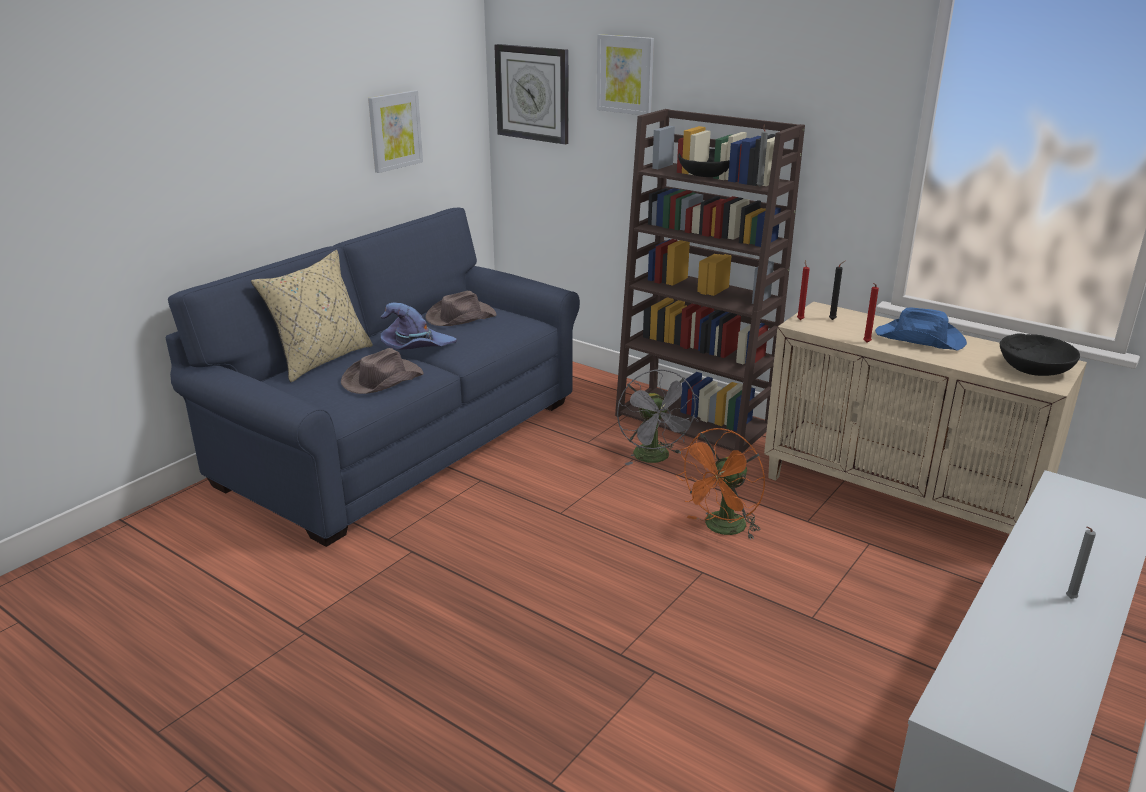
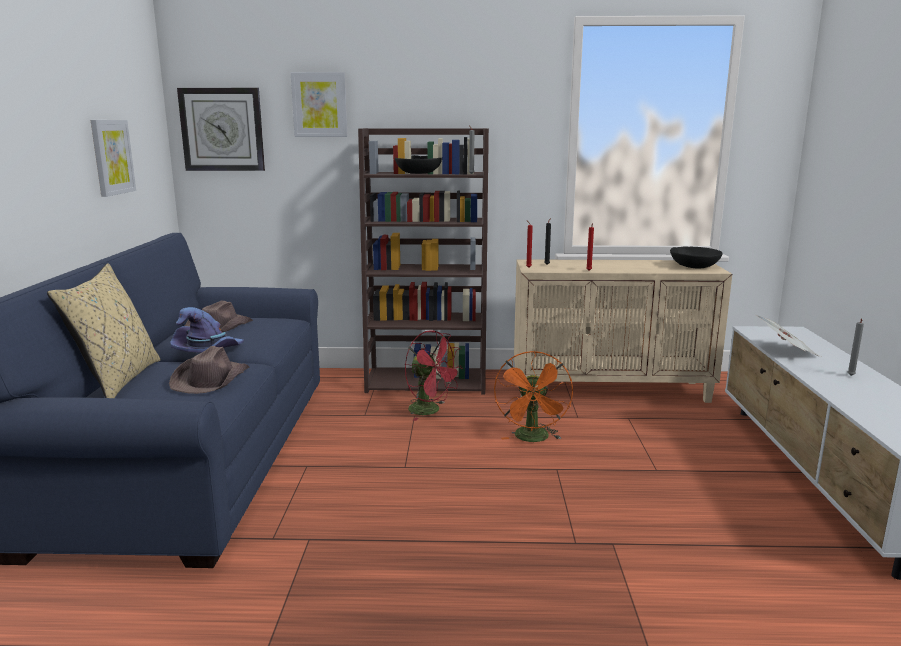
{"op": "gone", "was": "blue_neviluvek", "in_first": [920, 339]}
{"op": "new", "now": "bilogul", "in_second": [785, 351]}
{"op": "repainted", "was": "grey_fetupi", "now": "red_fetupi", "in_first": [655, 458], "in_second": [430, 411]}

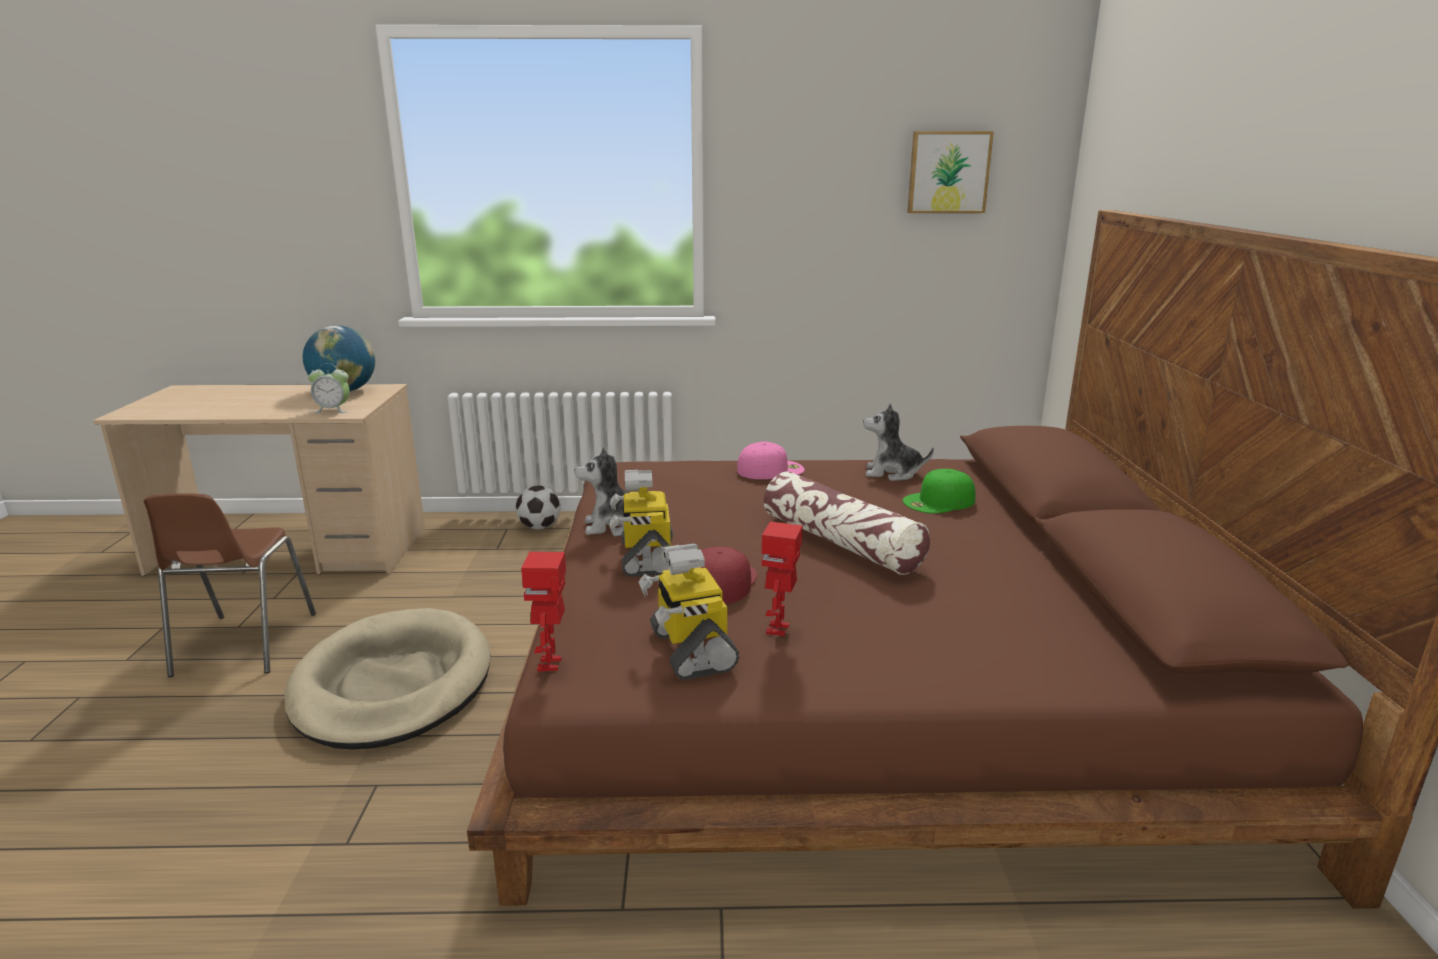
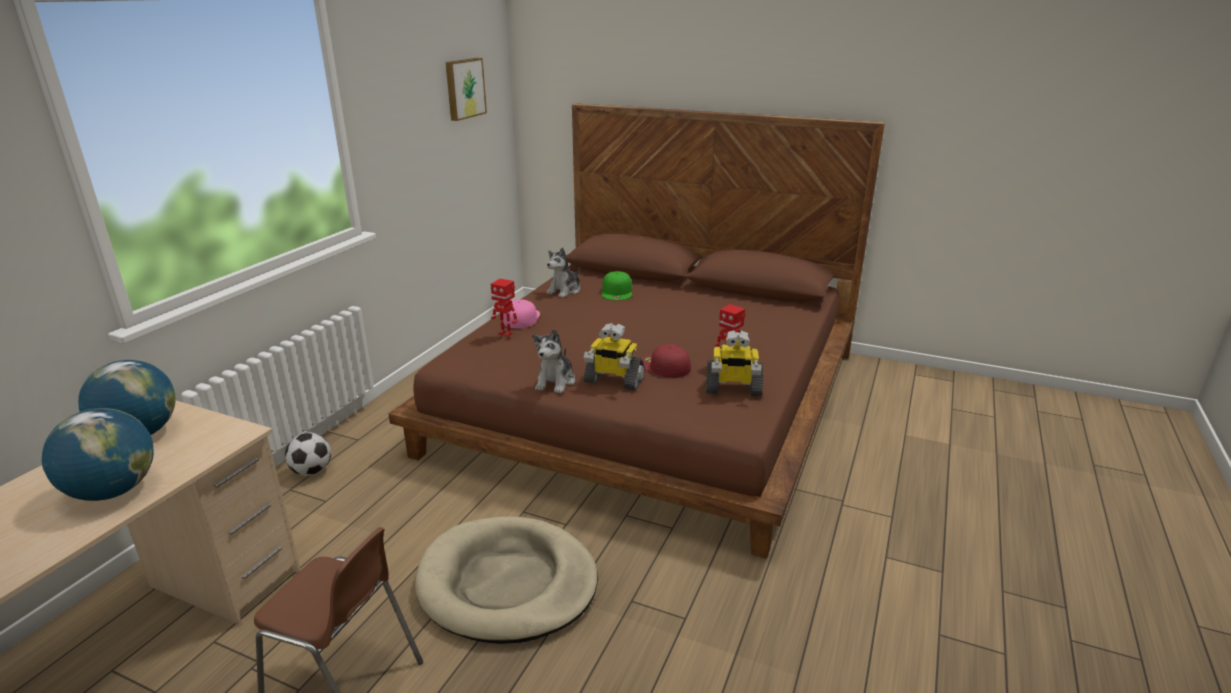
{"op": "gone", "was": "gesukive", "in_first": [333, 410]}
{"op": "gone", "was": "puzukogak", "in_first": [841, 542]}
{"op": "new", "now": "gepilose", "in_second": [113, 491]}
{"op": "shifted", "was": "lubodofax", "in_first": [551, 664], "in_second": [505, 333]}

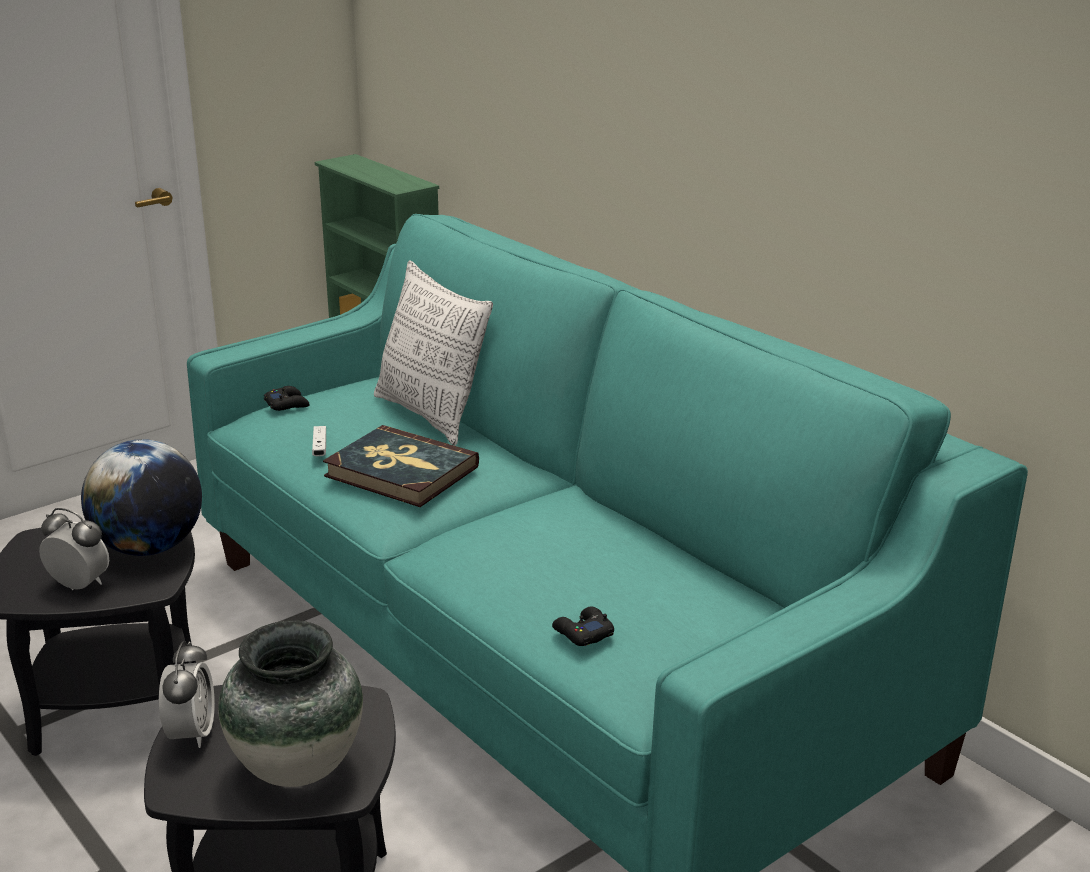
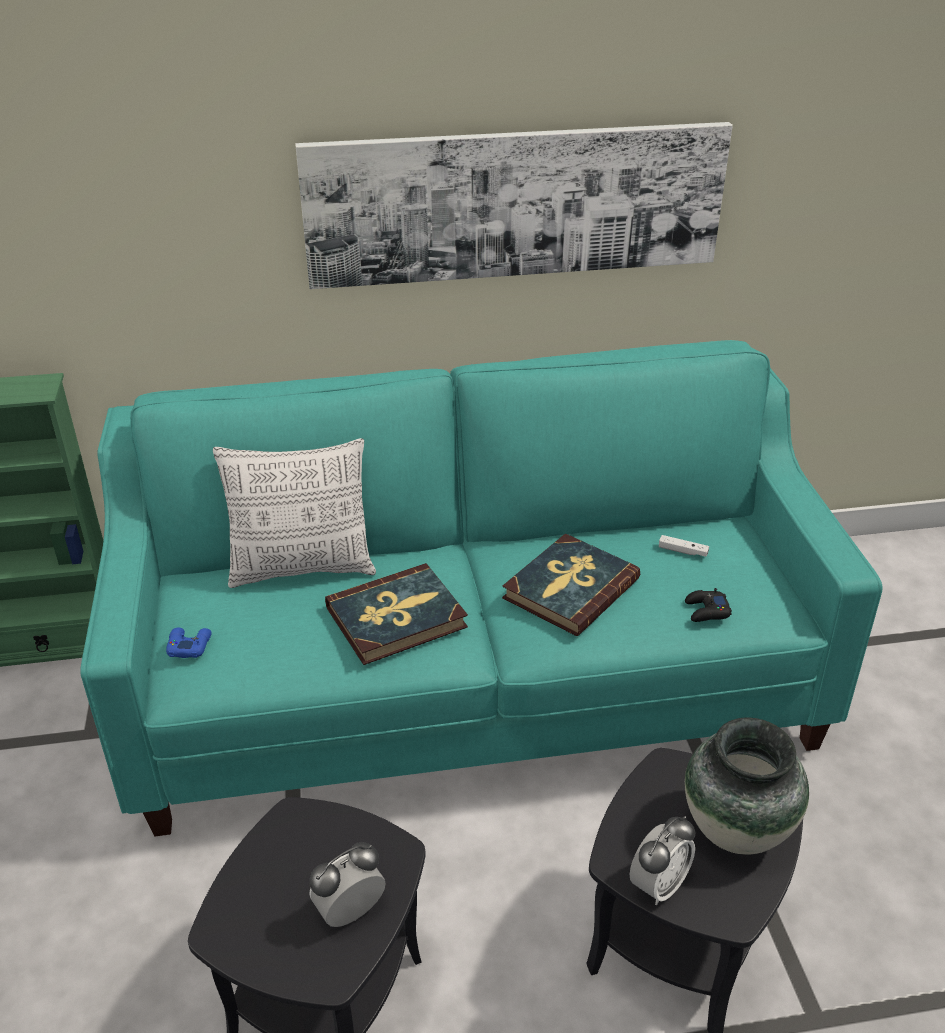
{"op": "gone", "was": "gepilose", "in_first": [149, 547]}
{"op": "new", "now": "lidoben", "in_second": [516, 204]}
{"op": "new", "now": "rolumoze", "in_second": [570, 588]}
{"op": "shifted", "was": "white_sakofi", "in_first": [319, 447], "in_second": [682, 551]}
{"op": "repainted", "was": "black_sakofi", "now": "blue_sakofi", "in_first": [287, 404], "in_second": [189, 646]}
{"op": "rotated", "was": "gesukive", "in_first": [191, 734], "in_second": [658, 885], "clockwise": 105}

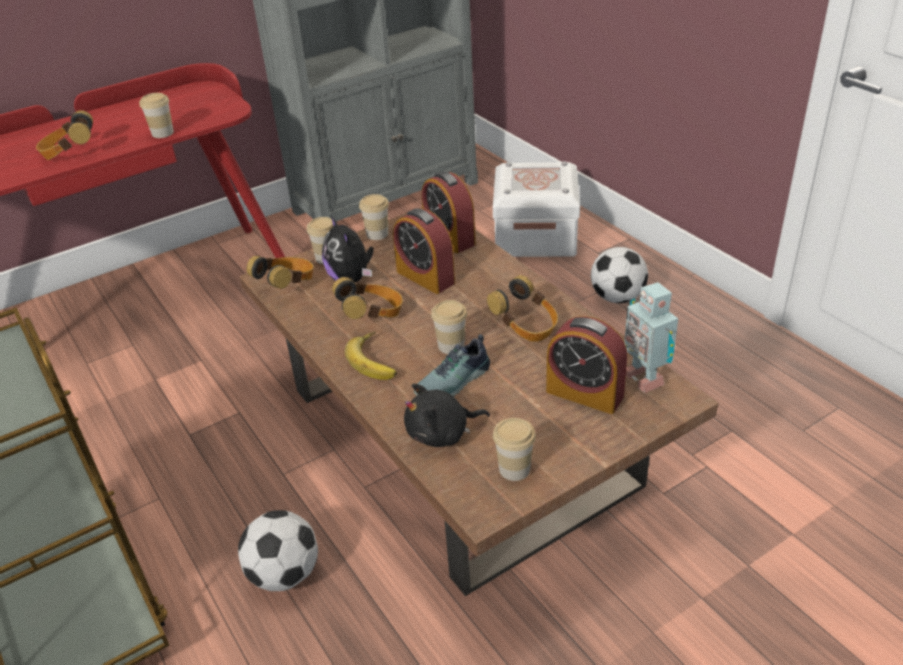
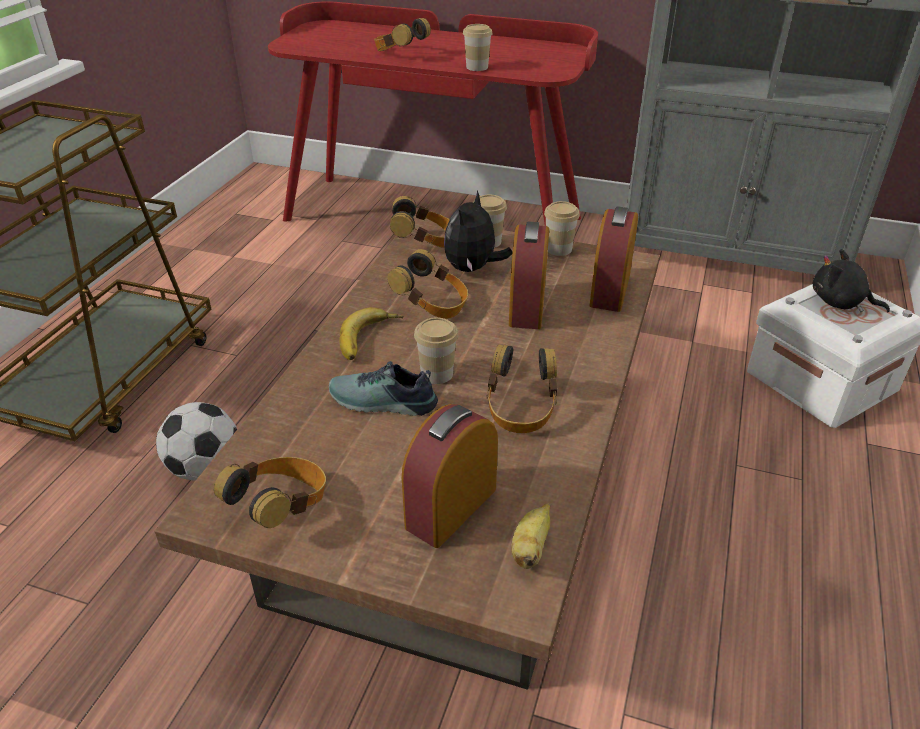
{"op": "gone", "was": "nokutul", "in_first": [617, 298]}
{"op": "shifted", "was": "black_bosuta", "in_first": [442, 434], "in_second": [840, 303]}
{"op": "swapped", "was": "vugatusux", "now": "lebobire", "in_first": [514, 469], "in_second": [282, 508]}
{"op": "swapped", "was": "lubodofax", "now": "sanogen", "in_first": [645, 377], "in_second": [530, 548]}
{"op": "rotated", "was": "gesukive", "in_first": [584, 393], "in_second": [451, 508], "clockwise": 45}

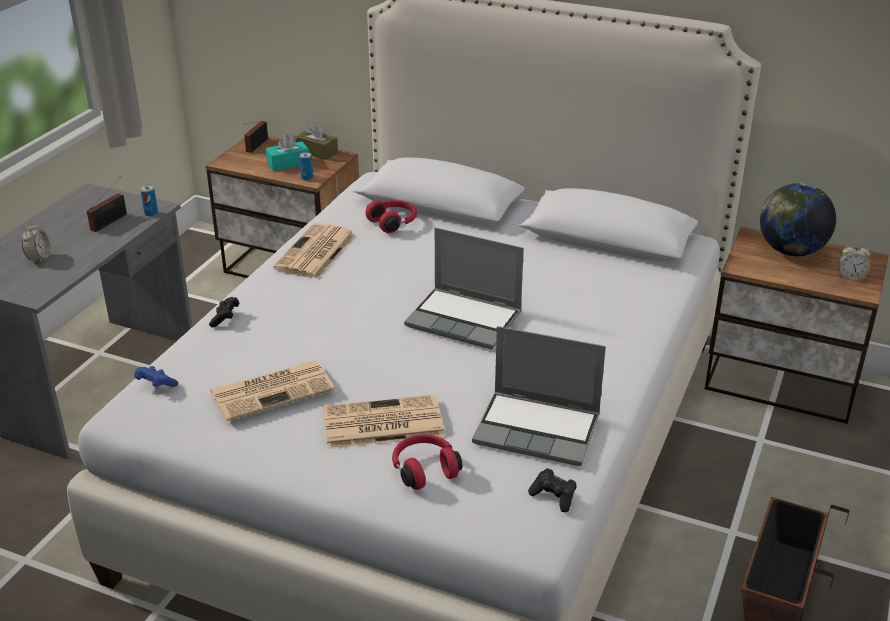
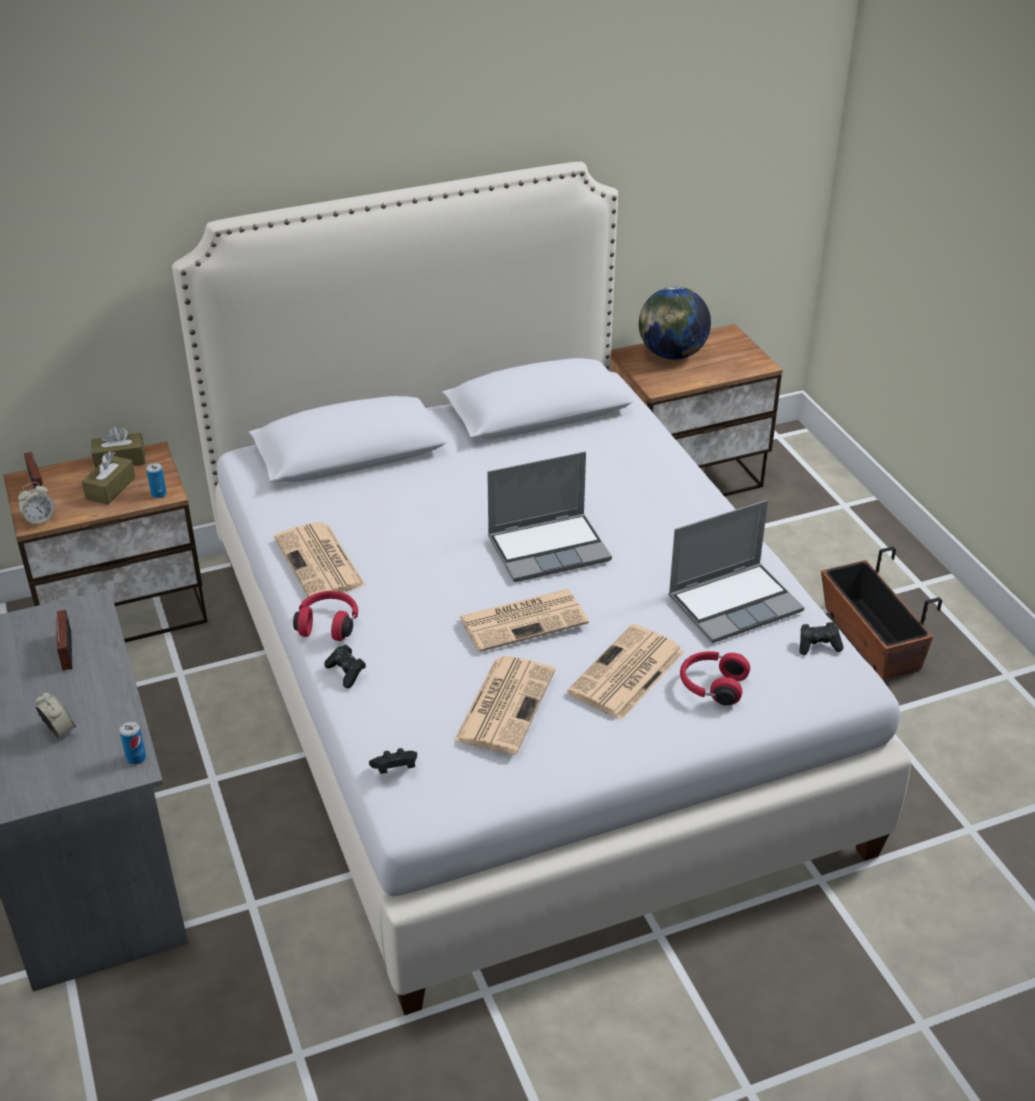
{"op": "new", "now": "bilogul", "in_second": [524, 620]}
{"op": "shifted", "was": "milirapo", "in_first": [151, 213], "in_second": [136, 758]}
{"op": "shifted", "was": "red_lebobire", "in_first": [393, 223], "in_second": [328, 624]}
{"op": "shifted", "was": "gesukive", "in_first": [850, 277], "in_second": [39, 520]}
{"op": "repainted", "was": "blue_sakofi", "now": "black_sakofi", "in_first": [155, 385], "in_second": [395, 769]}
{"op": "repainted", "was": "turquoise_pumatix", "now": "brown_pumatix", "in_first": [288, 163], "in_second": [110, 488]}

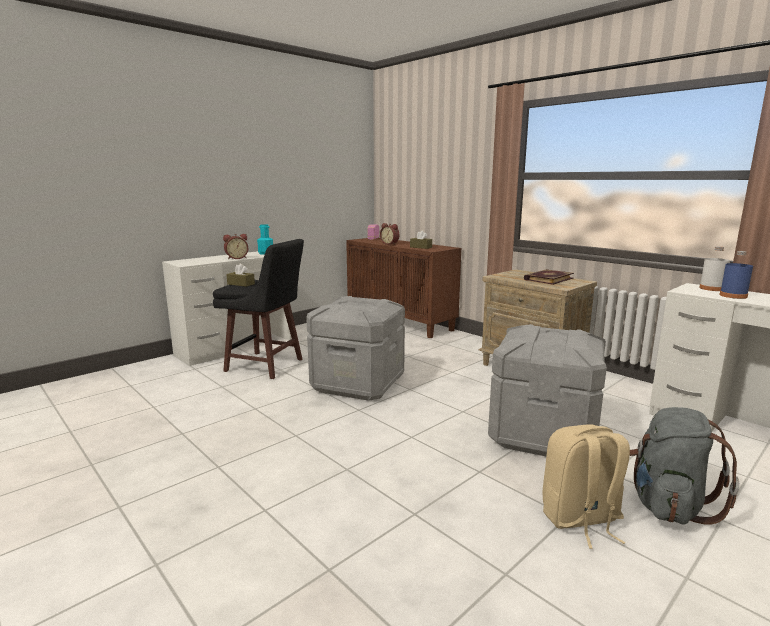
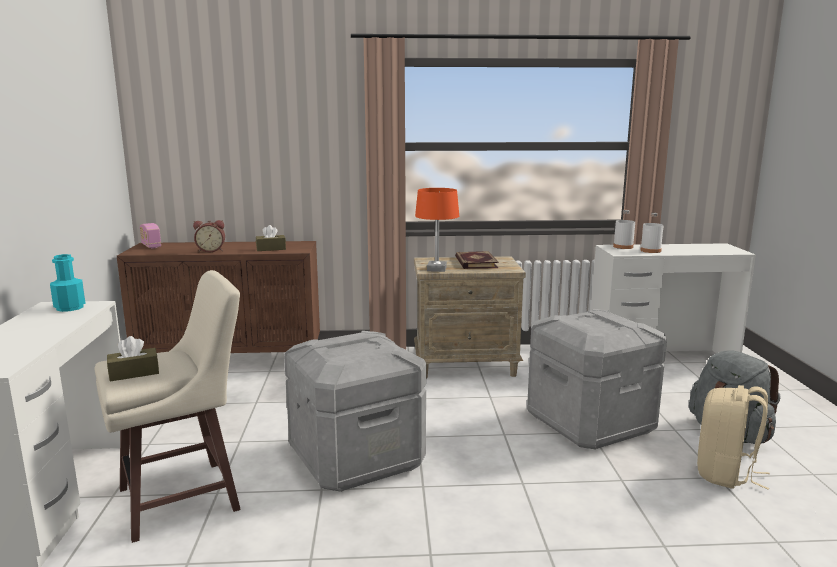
{"op": "gone", "was": "gesukive", "in_first": [236, 258]}
{"op": "new", "now": "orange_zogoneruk", "in_second": [436, 269]}
{"op": "repainted", "was": "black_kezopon", "now": "beige_kezopon", "in_first": [266, 366], "in_second": [183, 499]}
{"op": "repainted", "was": "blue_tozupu", "now": "white_tozupu", "in_first": [733, 296], "in_second": [650, 250]}

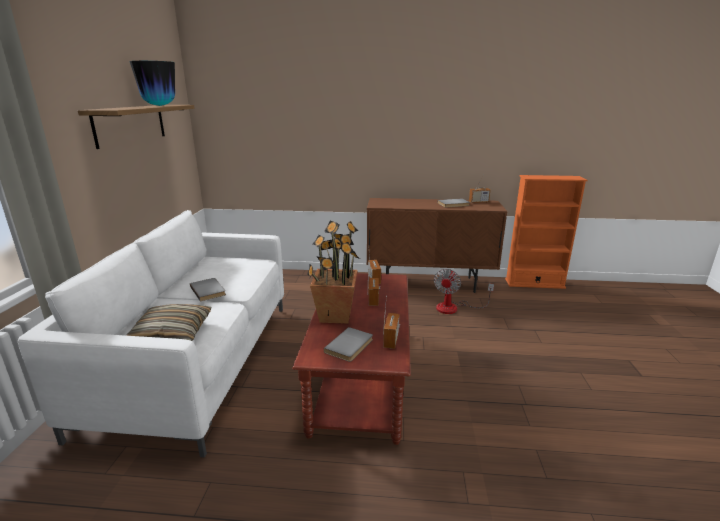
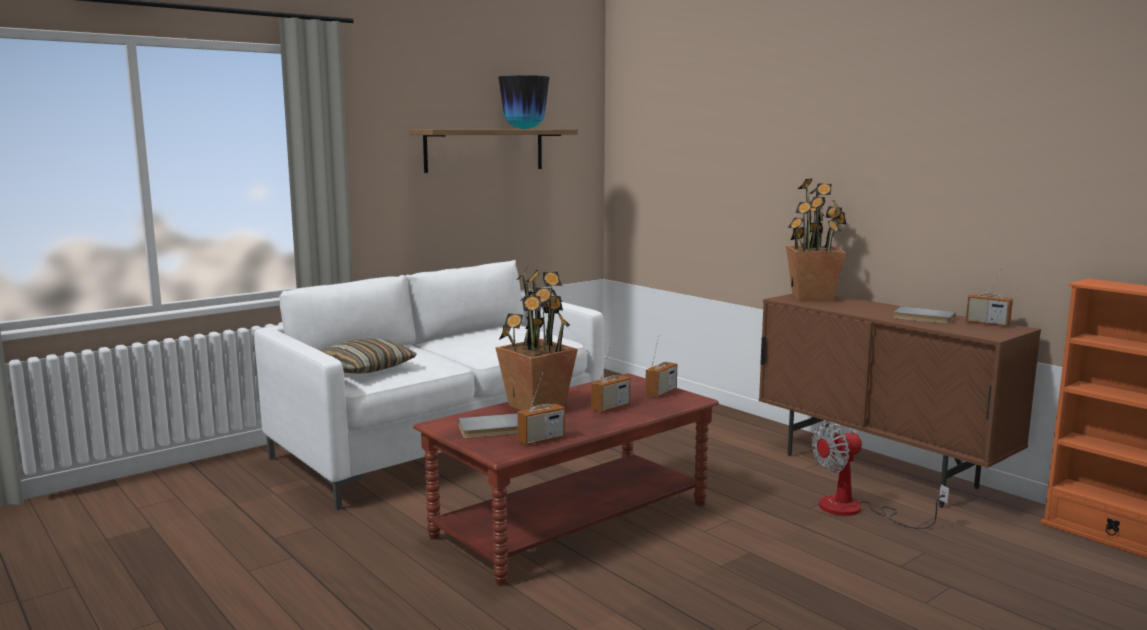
{"op": "gone", "was": "grey_rolumoze", "in_first": [209, 290]}
{"op": "new", "now": "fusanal", "in_second": [813, 297]}

